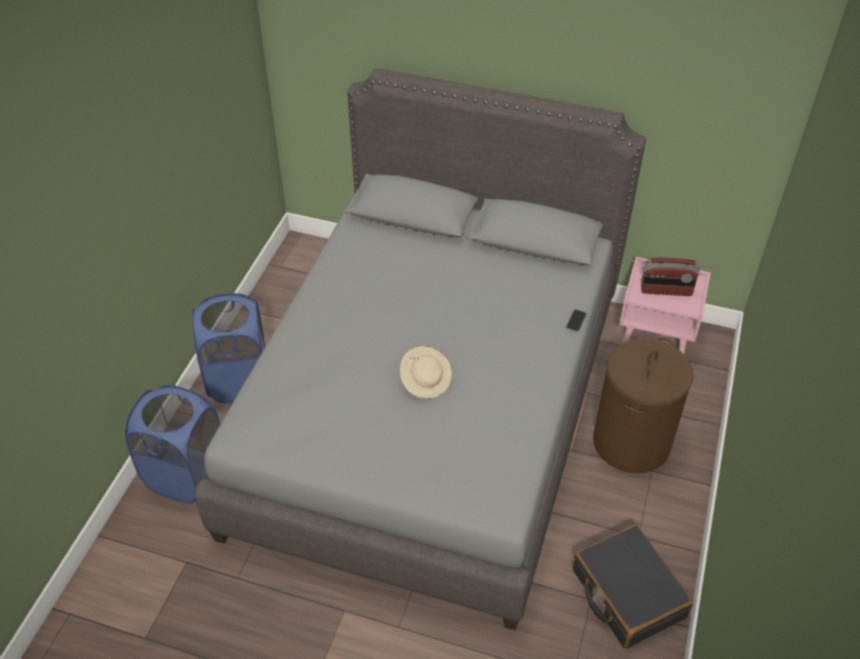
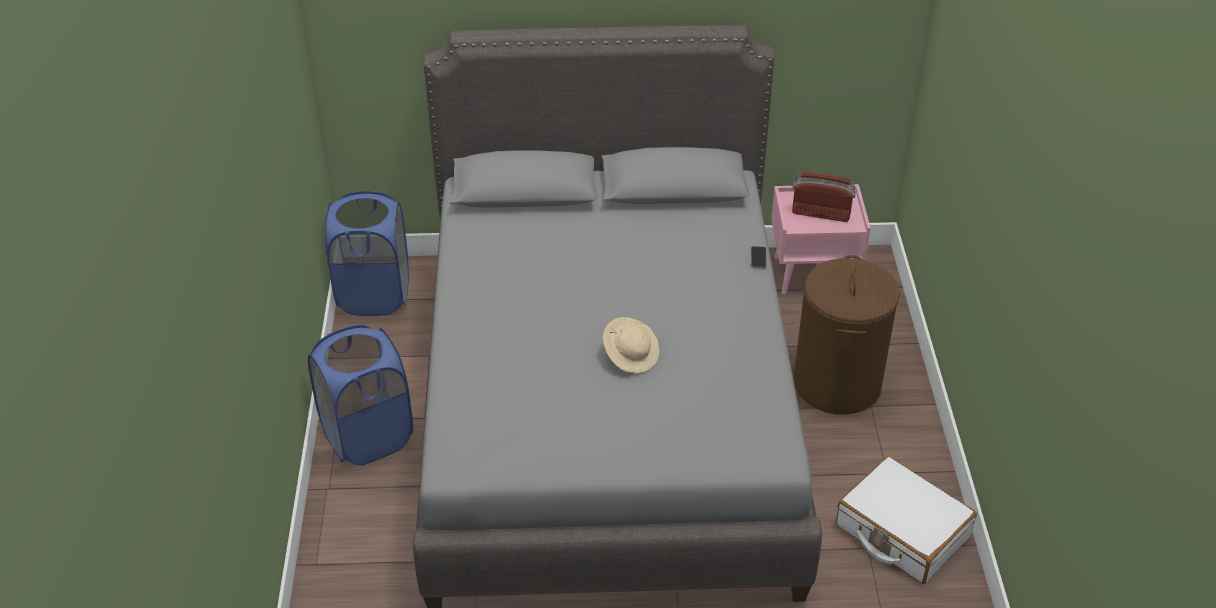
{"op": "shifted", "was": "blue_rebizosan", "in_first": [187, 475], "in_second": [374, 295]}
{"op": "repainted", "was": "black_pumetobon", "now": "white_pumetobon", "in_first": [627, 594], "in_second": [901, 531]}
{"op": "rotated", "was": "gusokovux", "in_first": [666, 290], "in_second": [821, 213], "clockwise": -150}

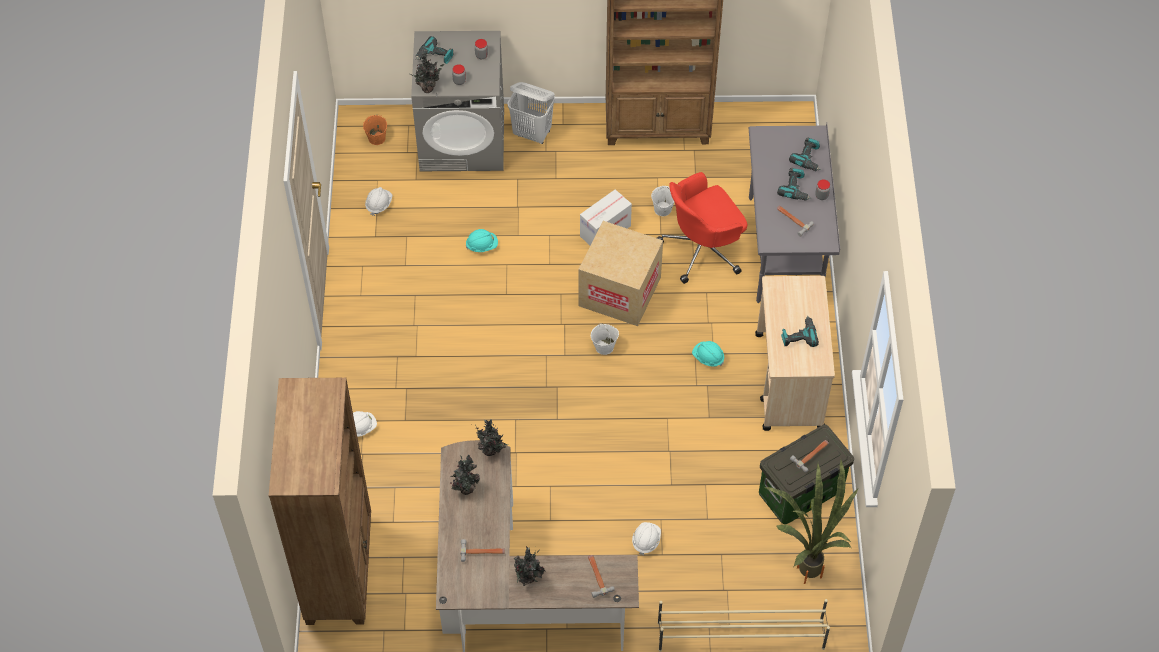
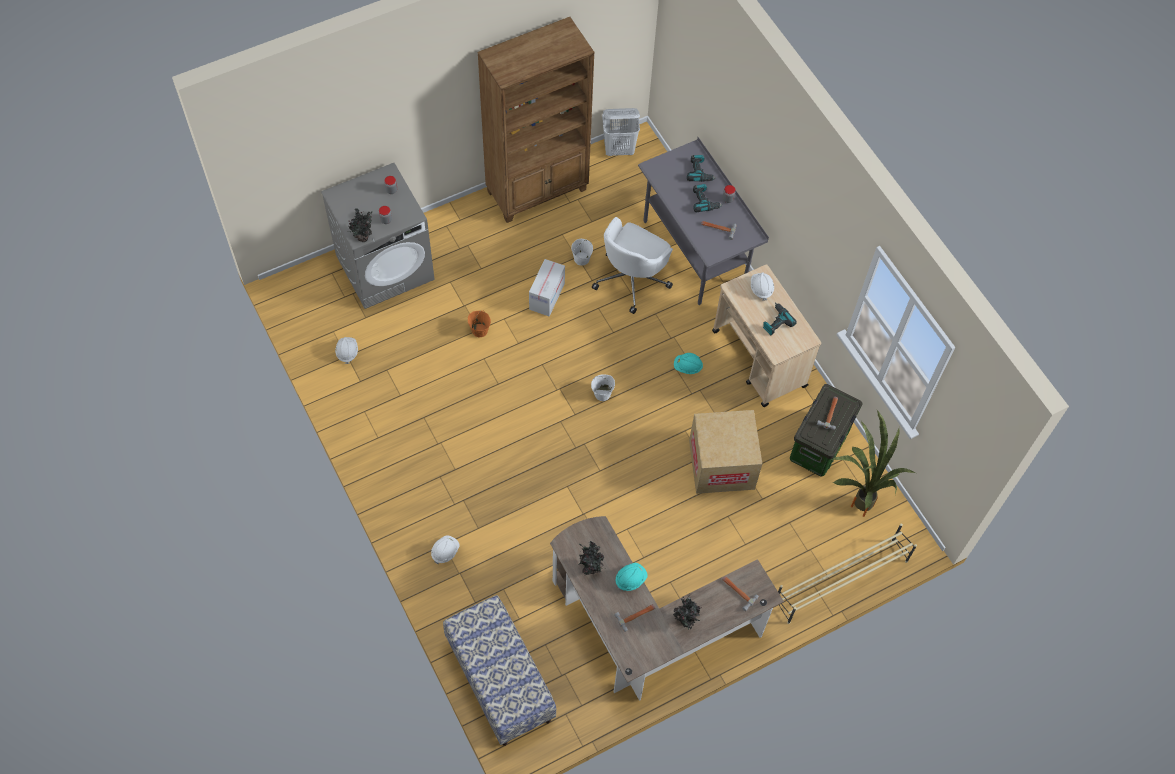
{"op": "gone", "was": "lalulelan", "in_first": [435, 56]}
{"op": "gone", "was": "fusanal", "in_first": [491, 450]}
{"op": "shifted", "was": "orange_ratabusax", "in_first": [376, 138], "in_second": [479, 330]}
{"op": "shifted", "was": "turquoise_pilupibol", "in_first": [482, 246], "in_second": [630, 579]}
{"op": "shifted", "was": "white_rebizosan", "in_first": [532, 133], "in_second": [619, 149]}
{"op": "shifted", "was": "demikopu", "in_first": [619, 291], "in_second": [721, 464]}
{"op": "shifted", "was": "white_pilupibol", "in_first": [646, 541], "in_second": [761, 288]}
{"op": "swapped", "was": "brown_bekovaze", "now": "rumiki", "in_first": [339, 570], "in_second": [499, 681]}
{"op": "repainted", "was": "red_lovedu", "now": "white_lovedu", "in_first": [702, 249], "in_second": [632, 279]}

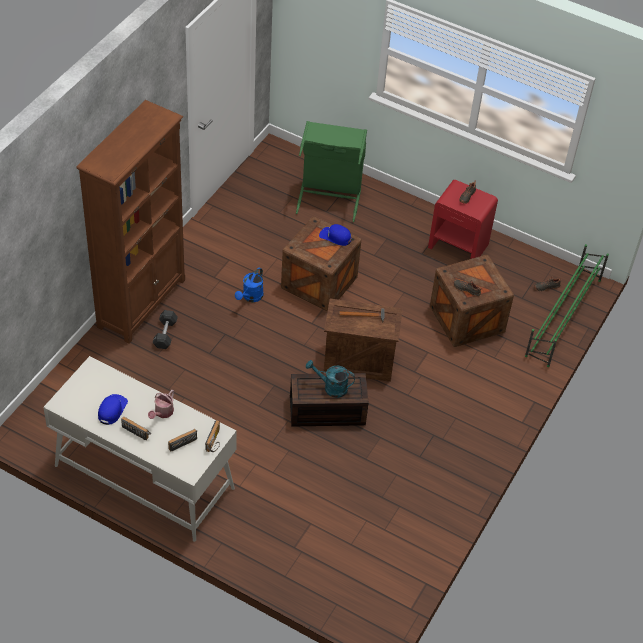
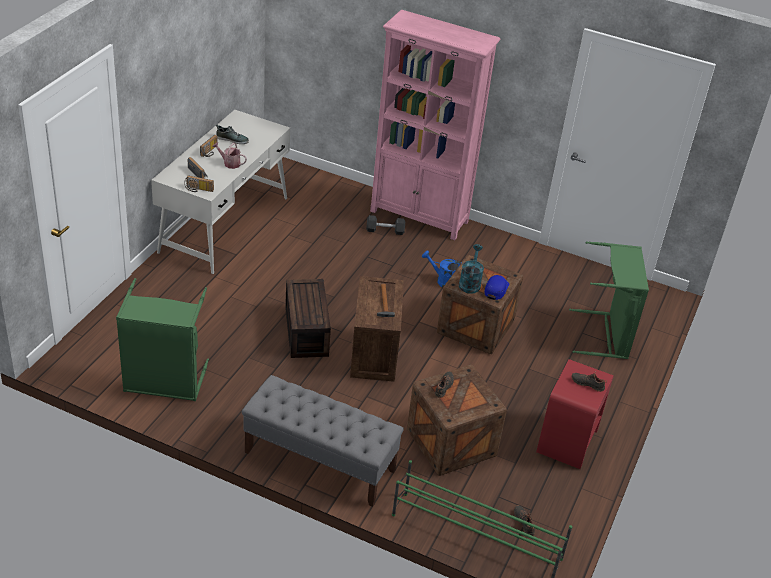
{"op": "new", "now": "green_rebizosan", "in_second": [164, 382]}
{"op": "new", "now": "grey_rumiki", "in_second": [319, 461]}
{"op": "shifted", "was": "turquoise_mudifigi", "in_first": [331, 387], "in_second": [470, 282]}
{"op": "swapped", "was": "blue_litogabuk", "now": "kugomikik", "in_first": [112, 410], "in_second": [232, 139]}
{"op": "repainted", "was": "brown_bekovaze", "now": "pink_bekovaze", "in_first": [142, 303], "in_second": [420, 216]}

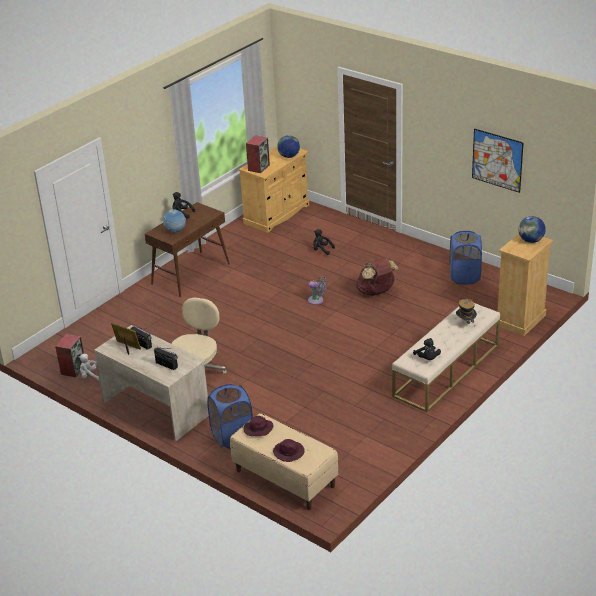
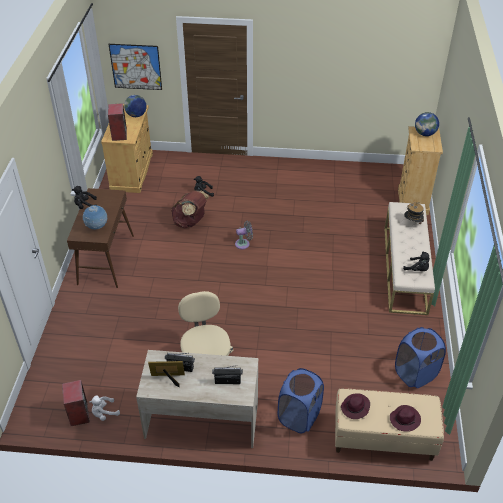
{"op": "shifted", "was": "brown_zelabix", "in_first": [376, 292], "in_second": [190, 222]}
{"op": "shifted", "was": "blue_rebizosan", "in_first": [464, 277], "in_second": [415, 373]}
{"op": "shifted", "was": "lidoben", "in_first": [497, 160], "in_second": [136, 67]}

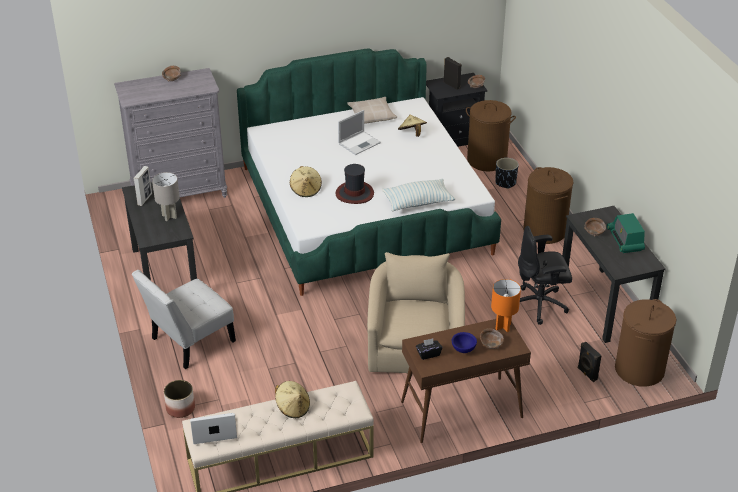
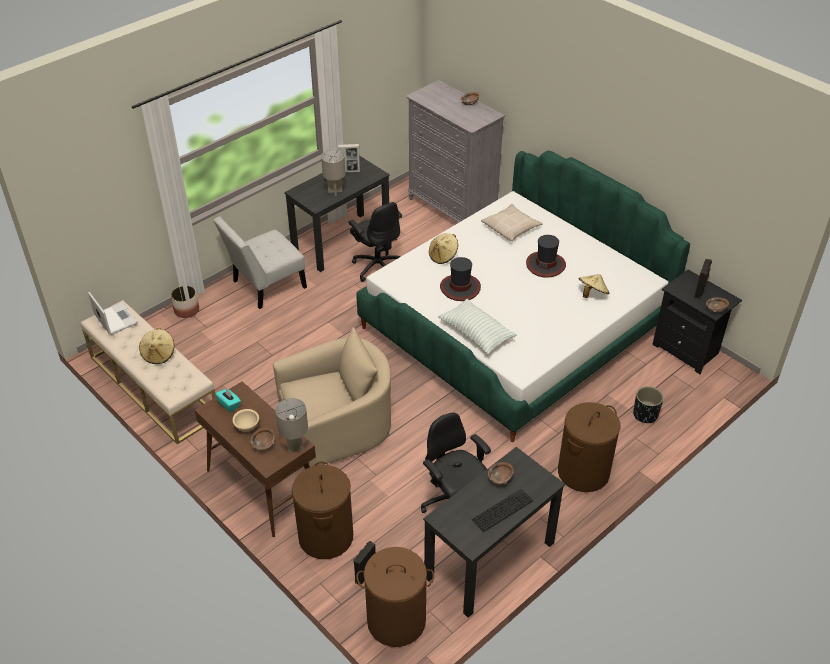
{"op": "new", "now": "black_lovedu", "in_second": [377, 266]}
{"op": "shifted", "was": "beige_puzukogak", "in_first": [372, 115], "in_second": [511, 227]}
{"op": "shifted", "was": "brown_rebizosan", "in_first": [487, 160], "in_second": [326, 537]}
{"op": "swapped", "was": "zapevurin", "now": "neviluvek", "in_first": [360, 143], "in_second": [545, 264]}
{"op": "swapped", "was": "gusokovux", "now": "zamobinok", "in_first": [625, 240], "in_second": [502, 510]}
{"op": "repainted", "was": "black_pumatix", "now": "turquoise_pumatix", "in_first": [428, 354], "in_second": [229, 404]}
{"op": "repainted", "was": "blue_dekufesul", "now": "beige_dekufesul", "in_first": [464, 349], "in_second": [247, 427]}
{"op": "repainted", "was": "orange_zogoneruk", "now": "grey_zogoneruk", "in_first": [502, 326], "in_second": [295, 446]}
{"op": "rotated", "was": "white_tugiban", "in_first": [189, 342], "in_second": [265, 286], "clockwise": -60}

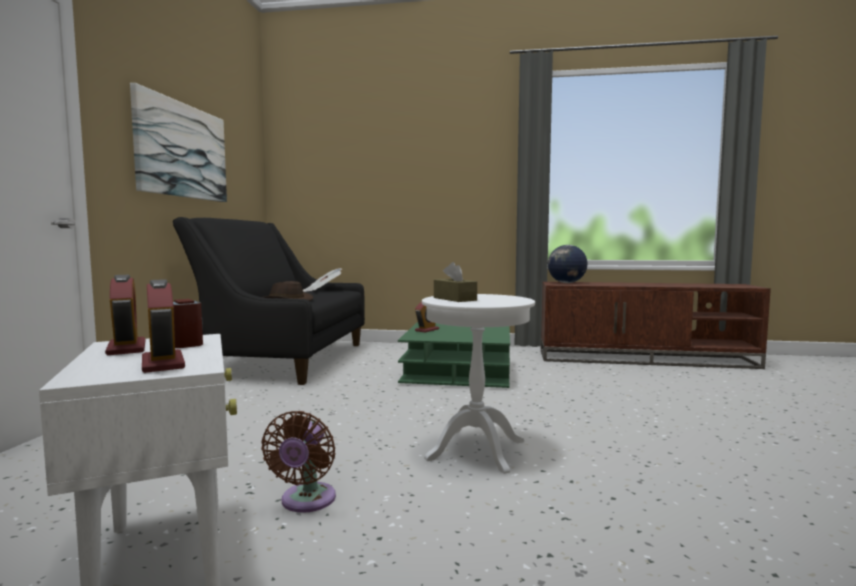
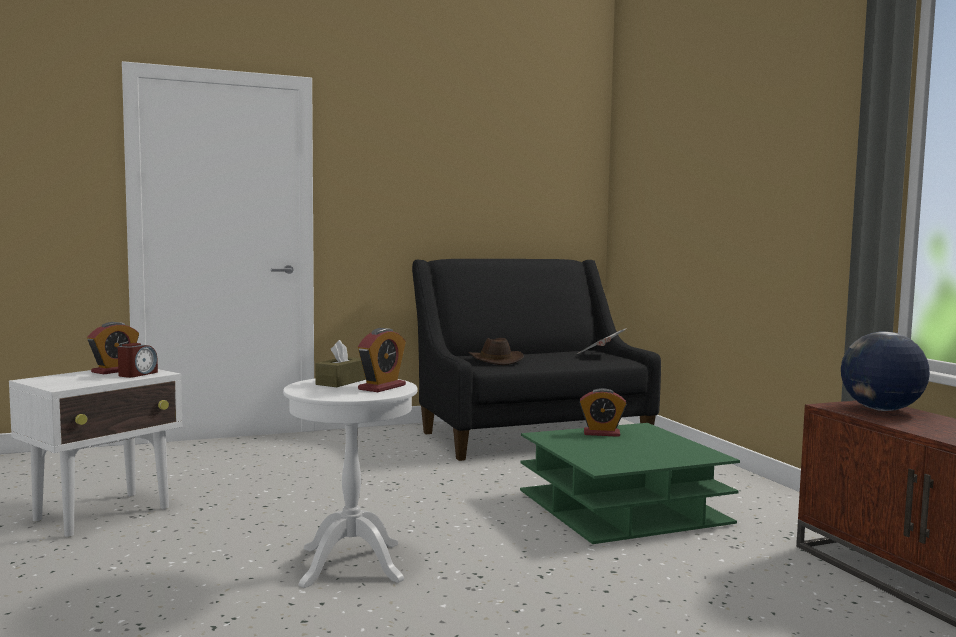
{"op": "gone", "was": "lidoben", "in_first": [182, 150]}
{"op": "gone", "was": "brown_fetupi", "in_first": [306, 501]}
{"op": "shifted", "was": "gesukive", "in_first": [163, 363], "in_second": [382, 387]}

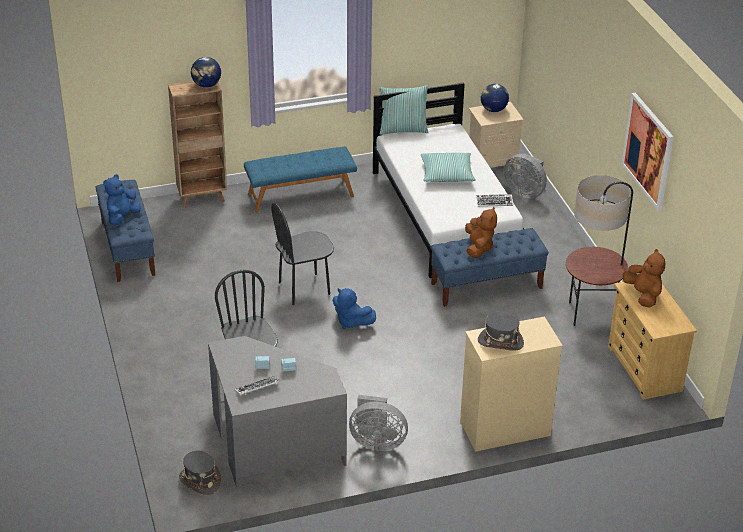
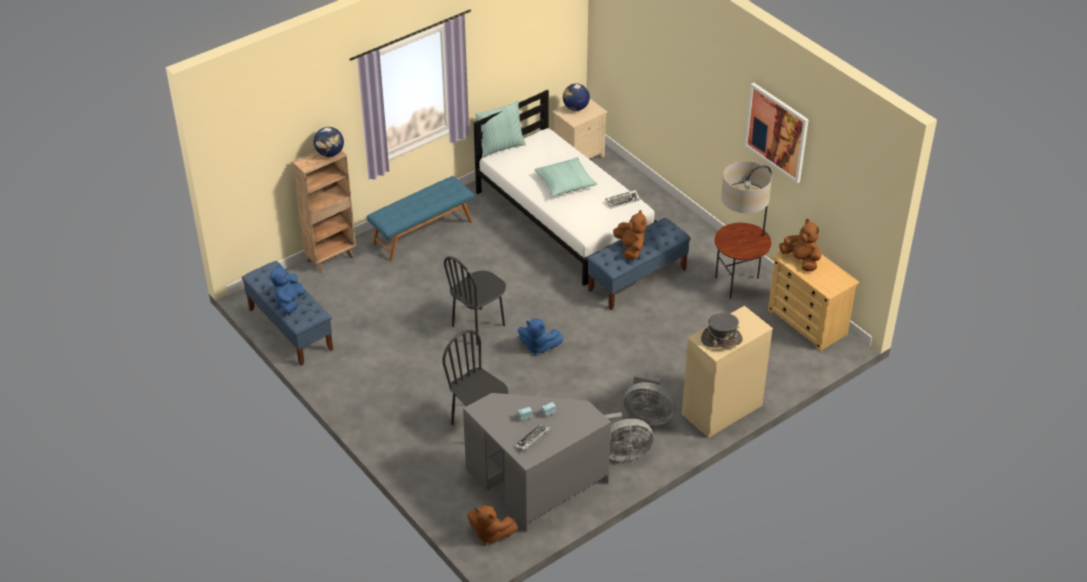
{"op": "shifted", "was": "grey_fetupi", "in_first": [525, 192], "in_second": [648, 416]}
{"op": "swapped", "was": "grey_neviluvek", "now": "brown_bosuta", "in_first": [200, 480], "in_second": [490, 534]}

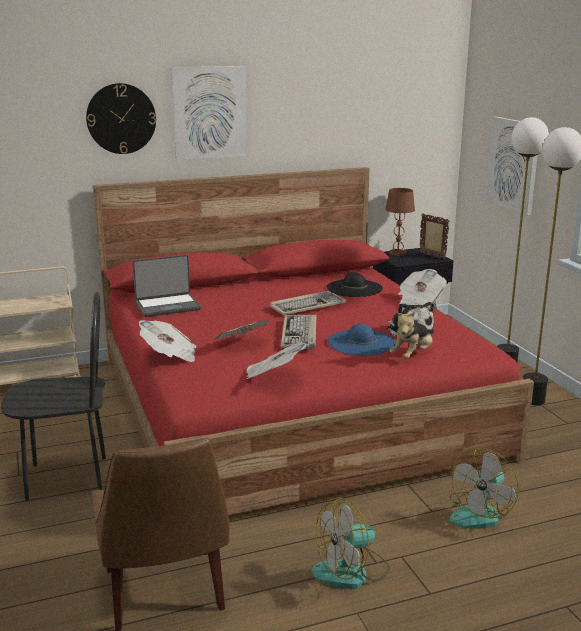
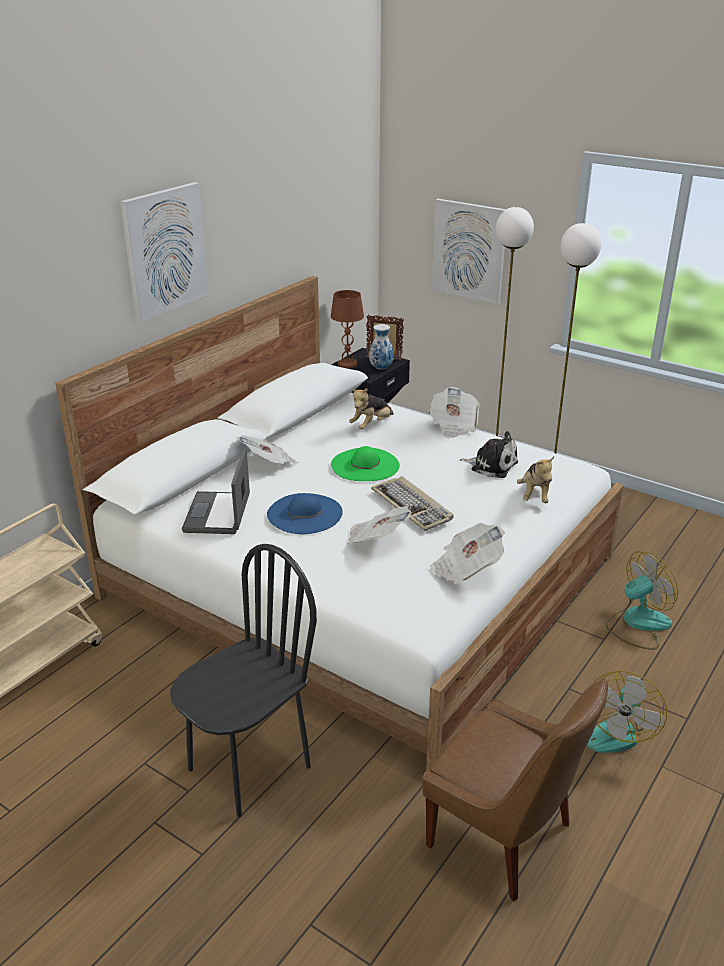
{"op": "gone", "was": "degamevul", "in_first": [121, 118]}
{"op": "new", "now": "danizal", "in_second": [381, 368]}
{"op": "shifted", "was": "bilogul", "in_first": [170, 355], "in_second": [268, 463]}
{"op": "shifted", "was": "blue_neviluvek", "in_first": [361, 342], "in_second": [304, 513]}
{"op": "swapped", "was": "zamobinok", "now": "green_neviluvek", "in_first": [307, 306], "in_second": [365, 465]}
{"op": "swapped", "was": "black_neviluvek", "now": "bosuta", "in_first": [354, 288], "in_second": [371, 425]}
{"op": "repainted", "was": "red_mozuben", "now": "white_mozuben", "in_first": [290, 405], "in_second": [361, 576]}
{"op": "rotated", "was": "zapevurin", "in_first": [167, 306], "in_second": [218, 514], "clockwise": 150}
{"op": "rotated", "was": "fetupi", "in_first": [480, 513], "in_second": [637, 624], "clockwise": -120}

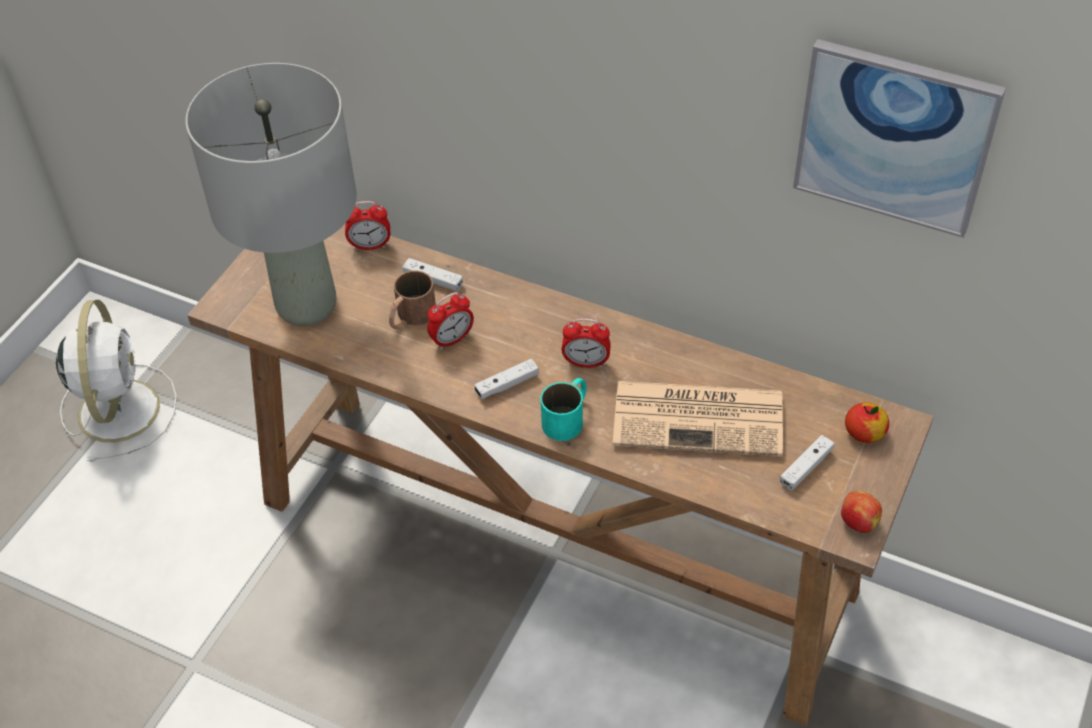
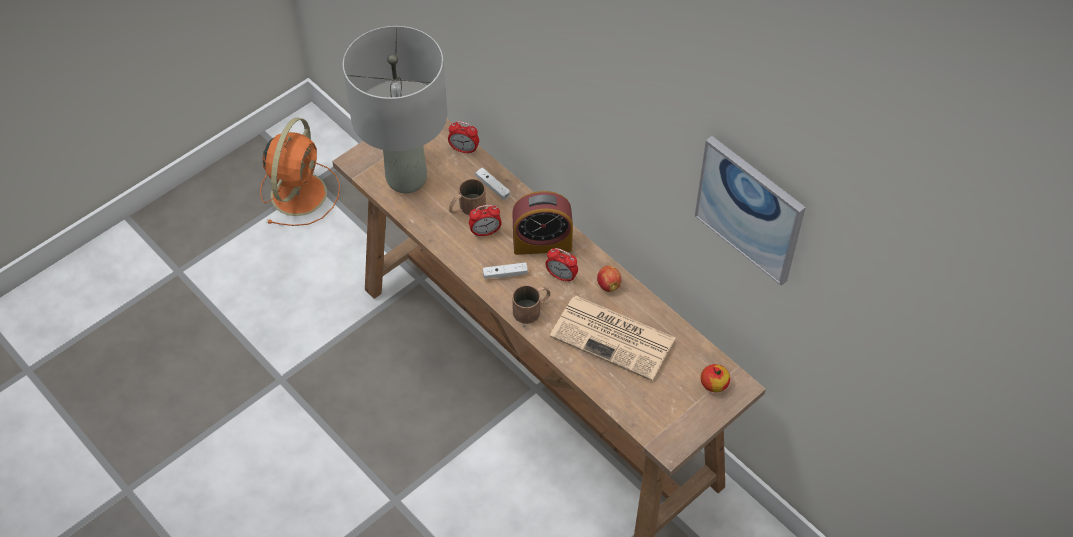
{"op": "gone", "was": "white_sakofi", "in_first": [806, 467]}
{"op": "new", "now": "gesukive", "in_second": [542, 243]}
{"op": "shifted", "was": "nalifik", "in_first": [857, 521], "in_second": [608, 285]}
{"op": "repainted", "was": "white_fetupi", "now": "orange_fetupi", "in_first": [119, 408], "in_second": [299, 192]}
{"op": "repainted", "was": "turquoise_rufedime", "now": "brown_rufedime", "in_first": [568, 417], "in_second": [532, 308]}

